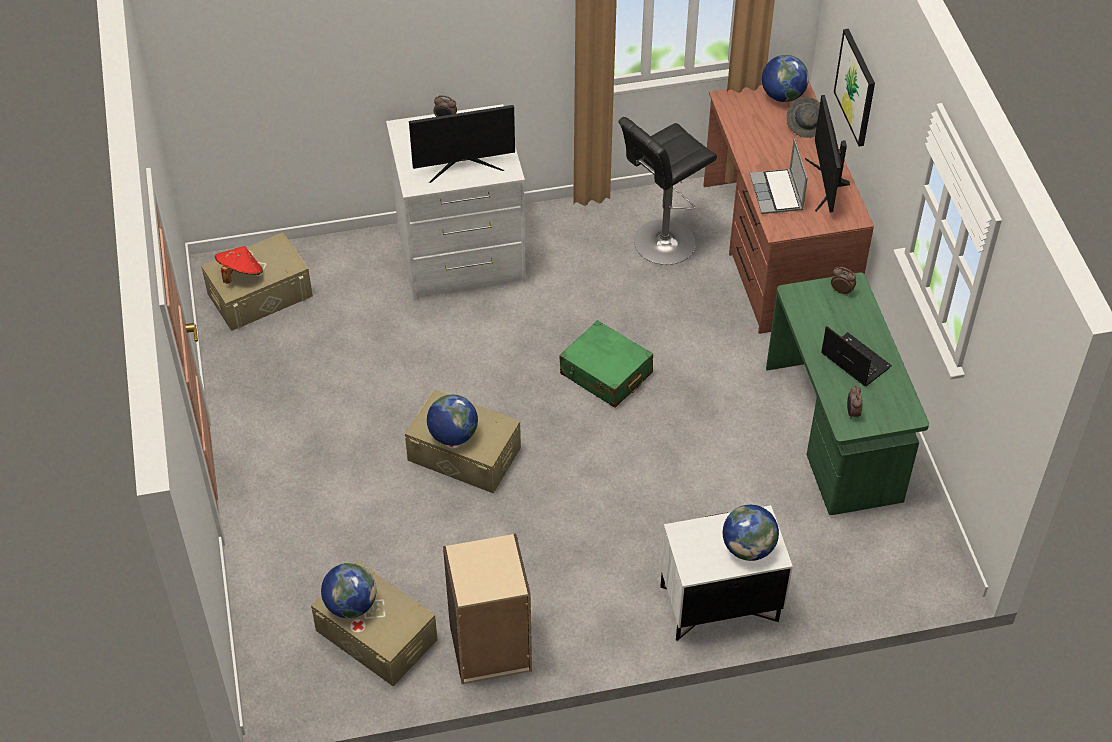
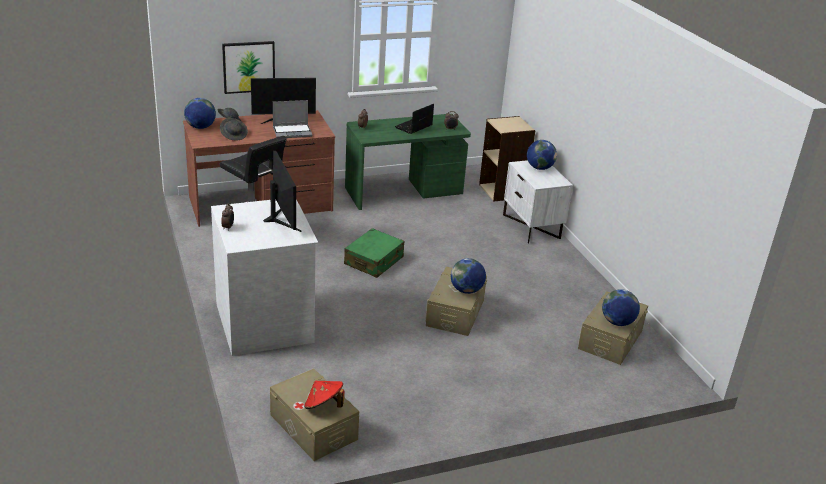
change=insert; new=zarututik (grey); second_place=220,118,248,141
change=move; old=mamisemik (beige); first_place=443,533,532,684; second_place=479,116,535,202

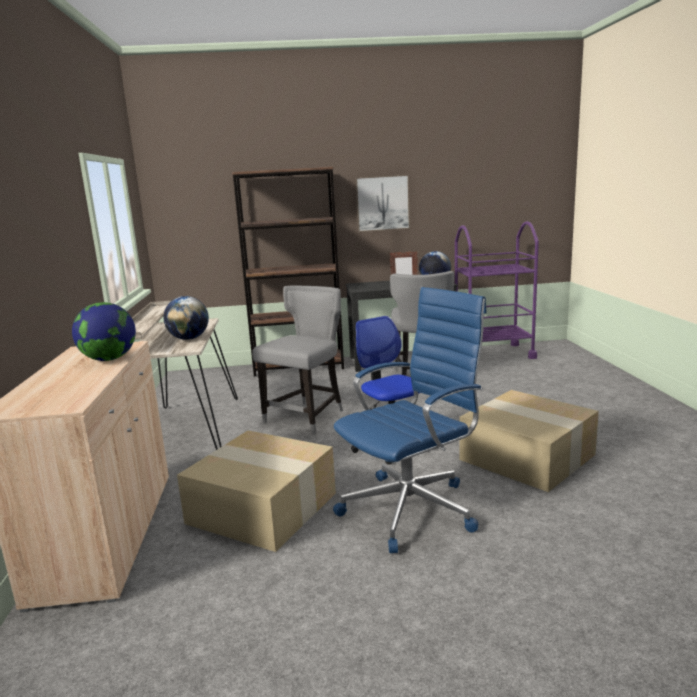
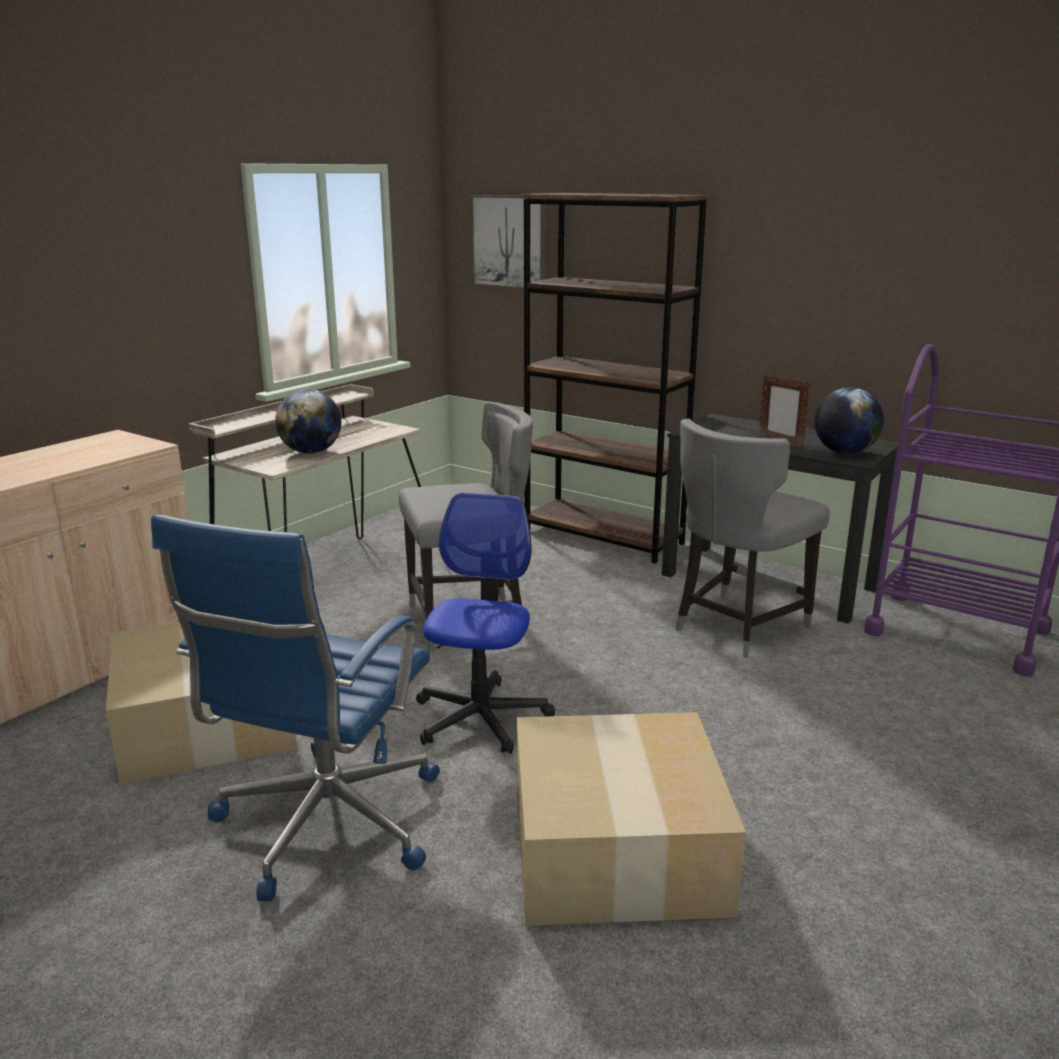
change=delete; old=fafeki; first_place=72,302,136,361
change=move; old=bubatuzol; first_place=355,175,410,232; second_place=470,195,546,289
change=rotate; old=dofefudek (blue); first_place=333,287,487,553; second_place=151,514,440,901; degrees=105

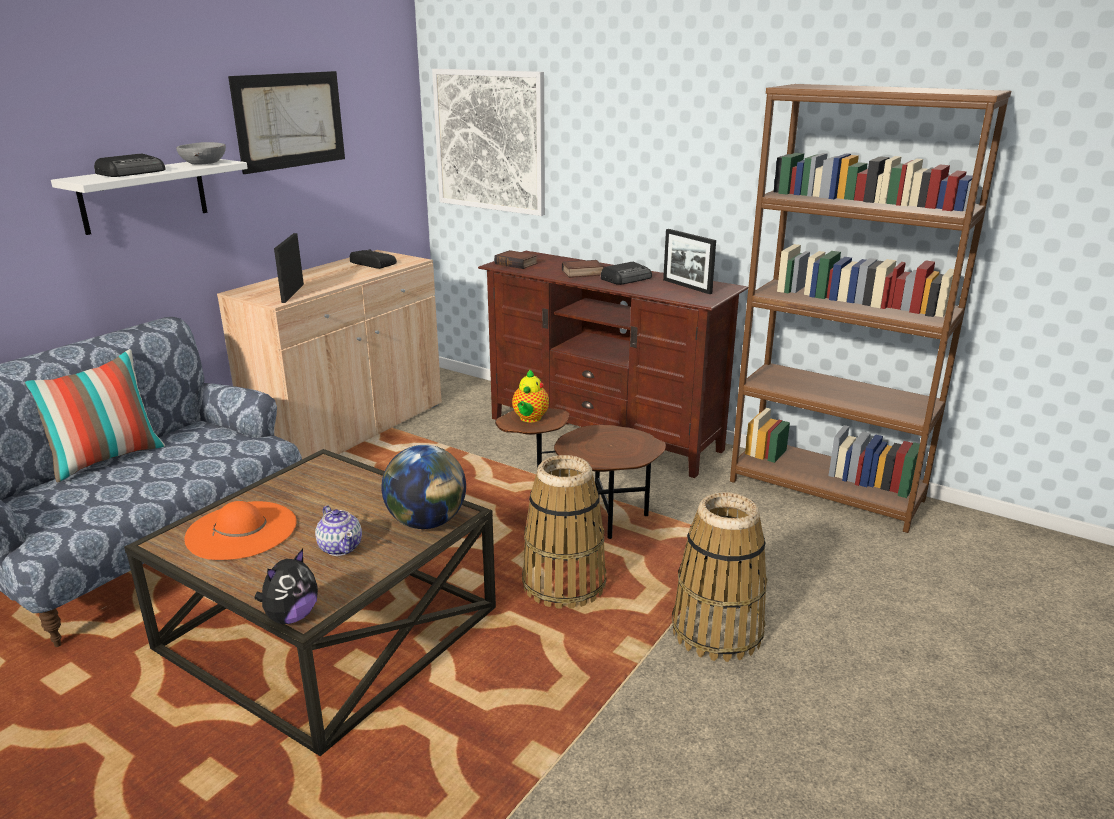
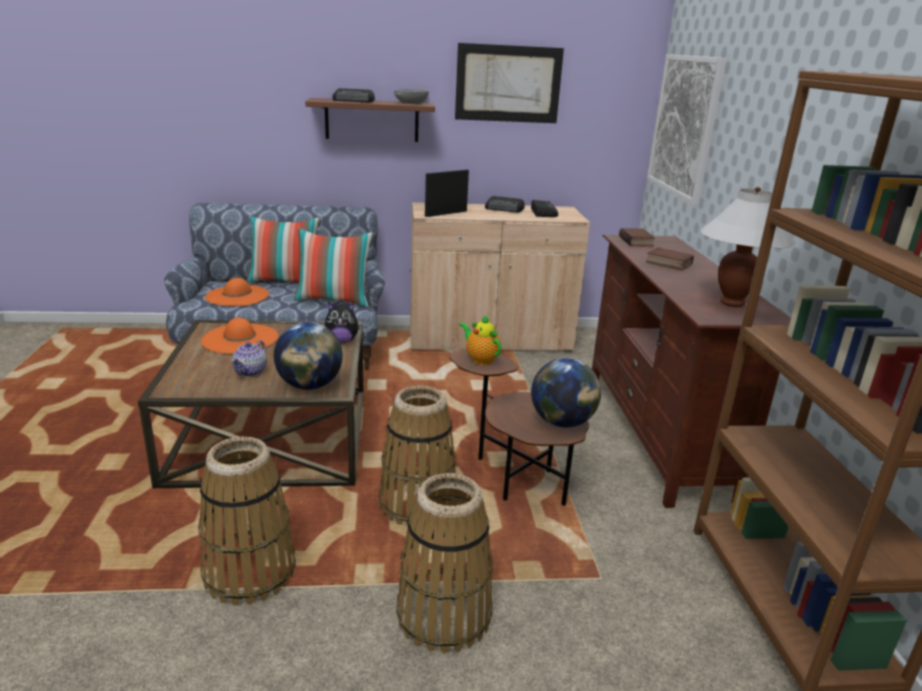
change=insert; new=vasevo; second_place=198,437,296,606
change=insert; new=zarututik (orange); second_place=205,278,270,306
change=insert; new=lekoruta; second_place=294,228,373,307
change=insert; new=fafeki; second_place=531,358,601,428
change=move; old=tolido; first_place=254,549,318,624; second_place=325,303,362,343
change=move; old=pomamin; first_place=601,262,652,285; second_place=485,196,525,212
change=replace; old=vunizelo; new=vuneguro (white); first_place=663,229,716,294; second_place=701,187,796,307
change=recolor; old=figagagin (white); new=figagagin (brown); first_place=51,159,248,235; second_place=305,98,435,142
change=rotate; old=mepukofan; first_place=512,369,549,422; second_place=459,315,501,365; degrees=75

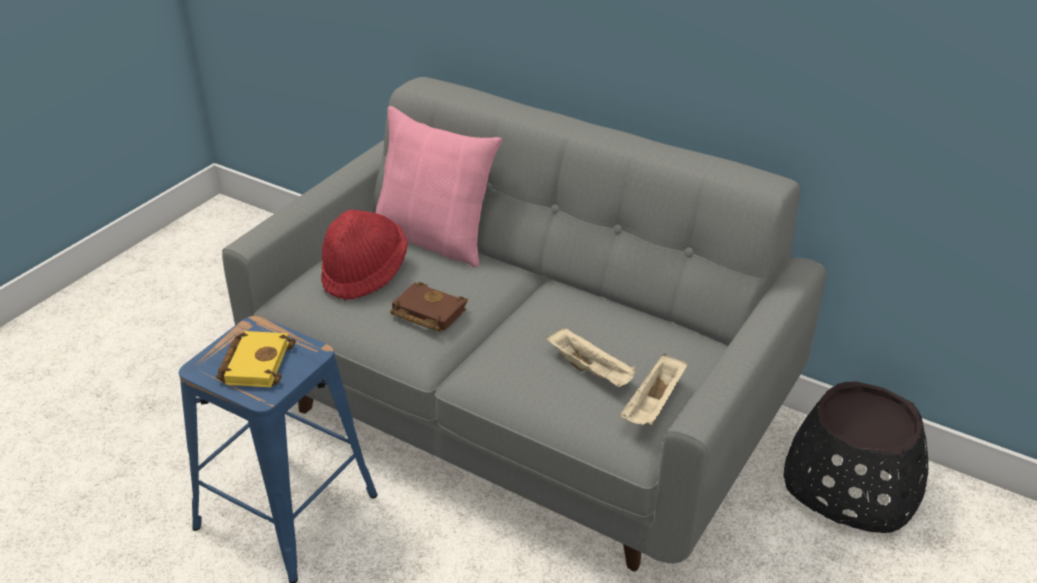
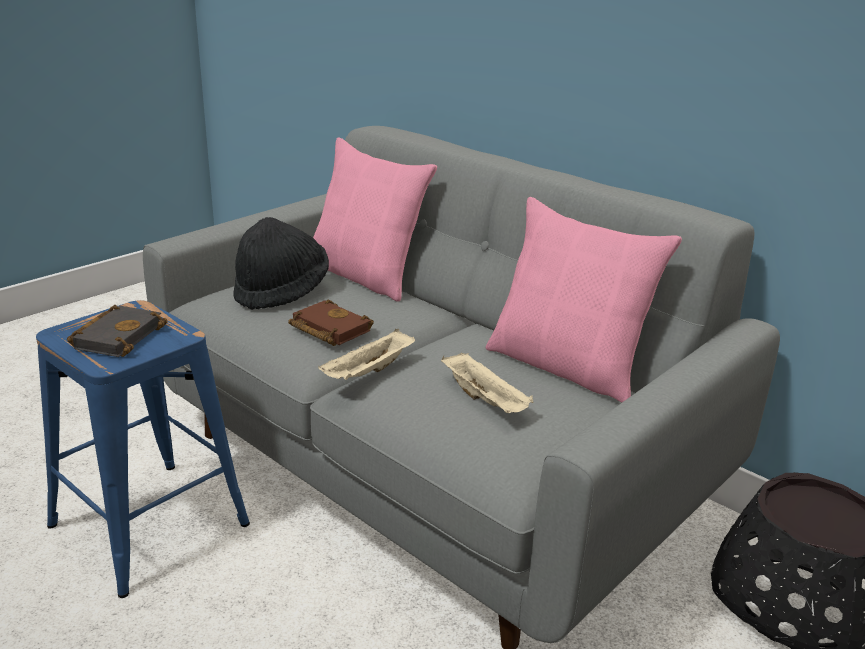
change=insert; new=lekoruta (pink); second_place=486,197,682,403
change=move; old=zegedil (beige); first_place=620,353,687,425; second_place=318,329,415,380
change=recolor; old=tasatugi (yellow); new=tasatugi (black); first_place=216,331,296,387; second_place=67,305,168,357
change=recolor; old=zarututik (red); new=zarututik (black); first_place=321,209,408,300; second_place=233,217,329,310

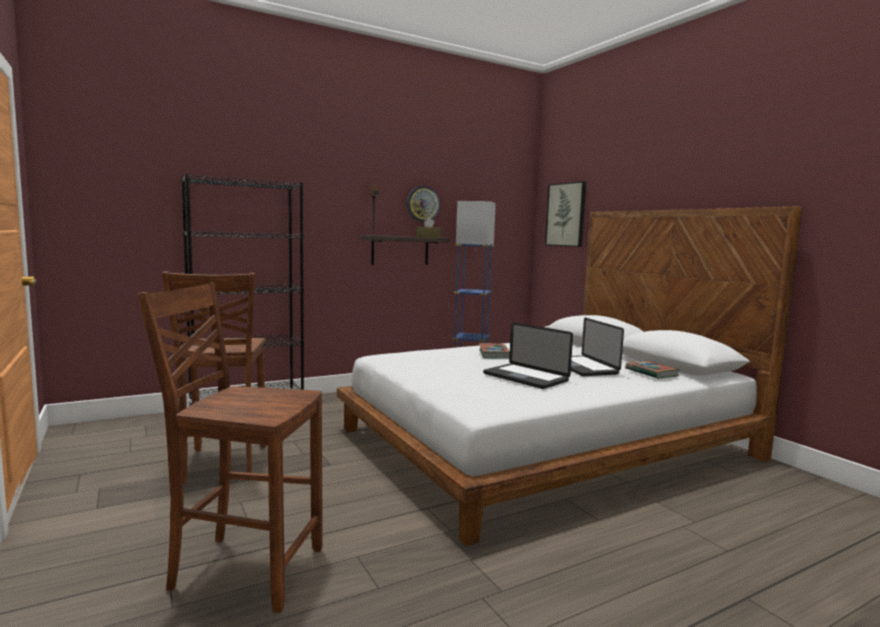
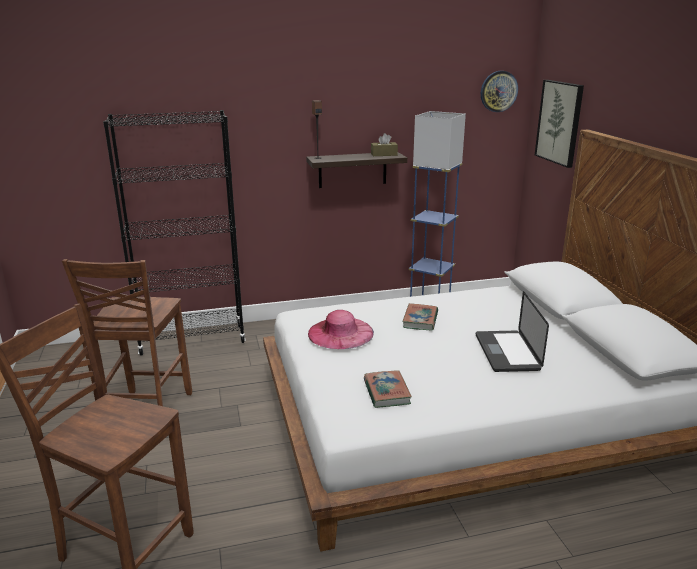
change=delete; old=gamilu; first_place=483,322,573,389
change=insert; new=zarututik (pink); second_place=308,310,374,349
change=move; old=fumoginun; first_place=407,186,440,222; second_place=481,71,518,112
change=move; old=tasatugi; first_place=625,360,680,379; second_place=364,370,412,408

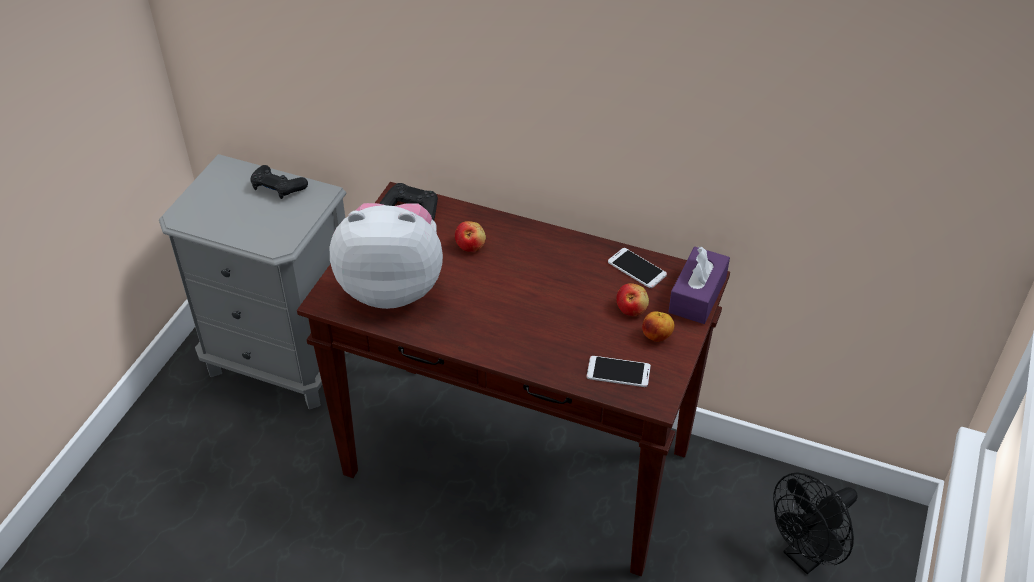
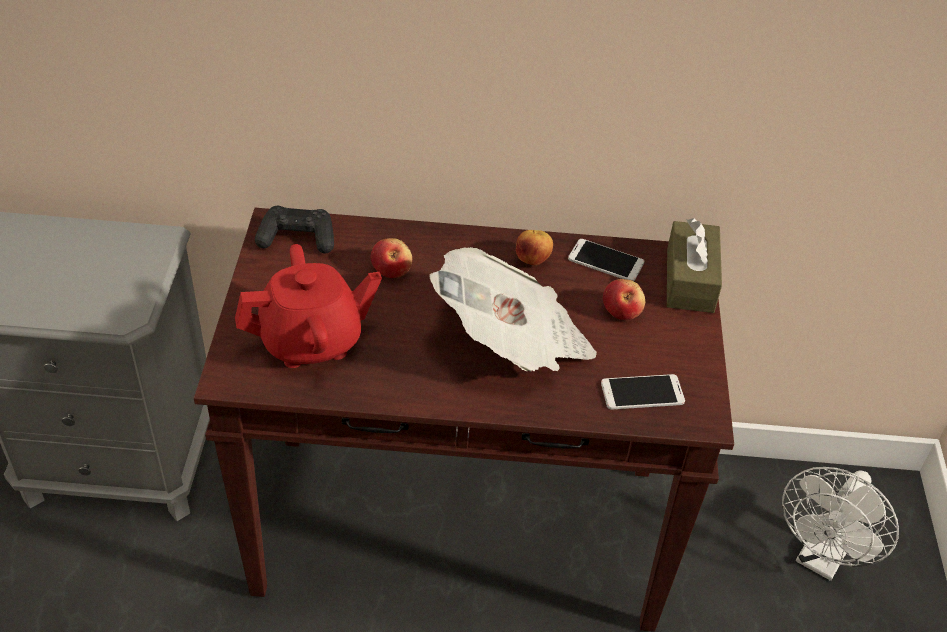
change=delete; old=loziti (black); first_place=251,165,308,199
change=insert; new=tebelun; second_place=429,247,597,372
change=move; old=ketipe; first_place=642,311,674,342; second_place=516,230,553,266
change=replace; old=tolido; new=mepukofan (red); first_place=330,203,443,309; second_place=235,244,382,368
change=recolor; old=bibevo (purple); new=bibevo (brown); first_place=669,246,730,324; second_place=667,218,722,313
change=recolor; old=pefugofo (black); new=pefugofo (white); first_place=773,472,858,574; second_place=782,467,899,581

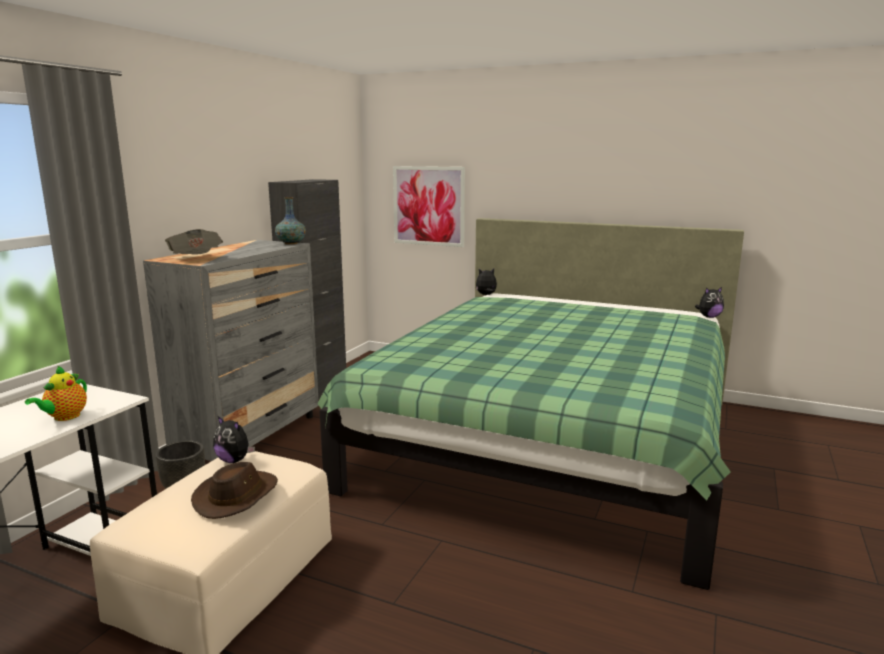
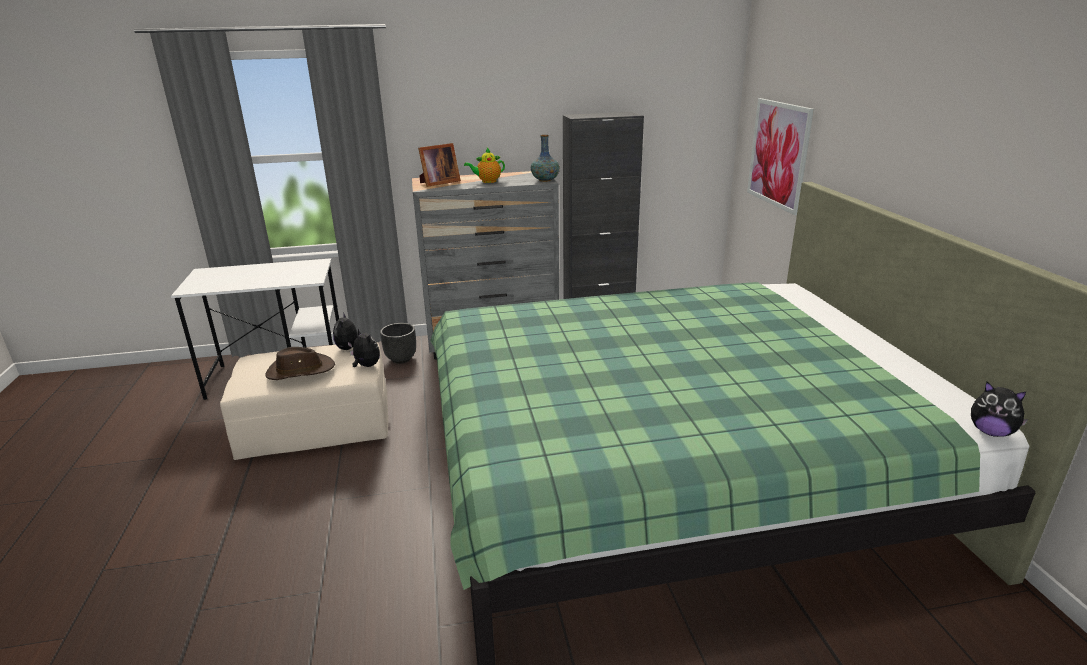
change=move; old=mepukofan; first_place=25,366,87,421; second_place=464,148,505,183
change=move; old=tolido; first_place=476,269,497,295; second_place=350,328,380,367
change=replace; old=tebelun; new=vunizelo; first_place=165,229,223,255; second_place=418,143,461,187

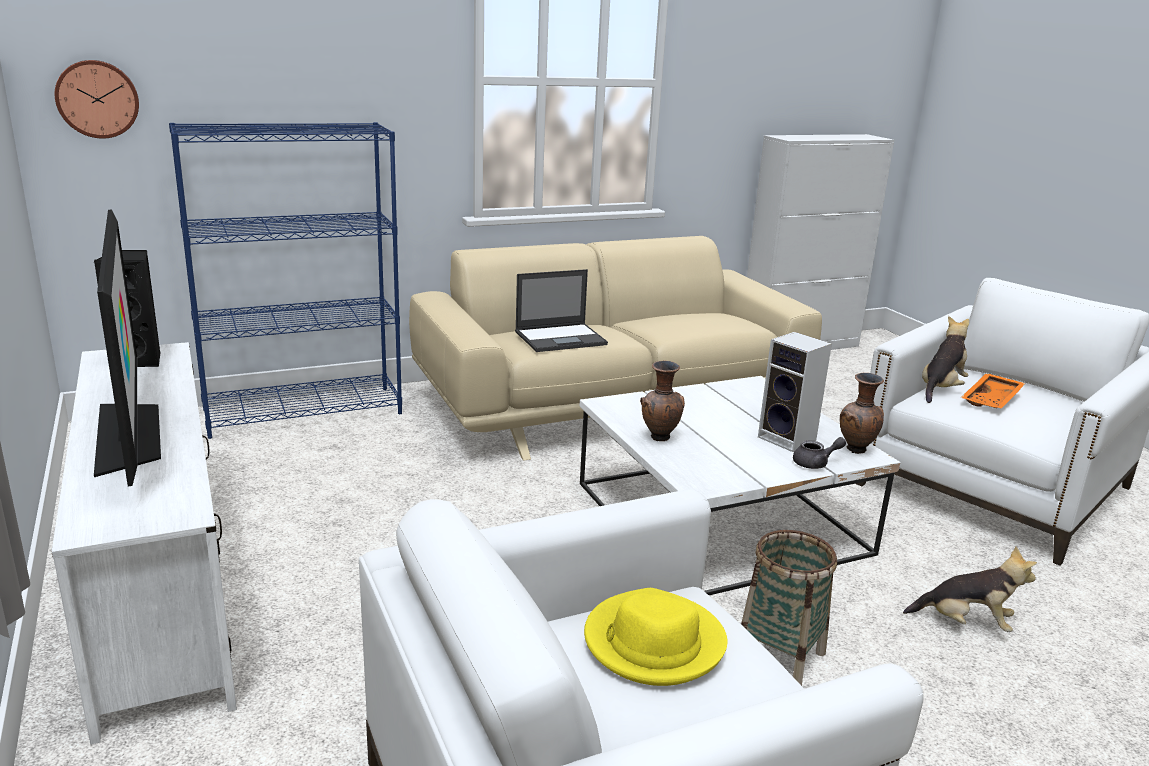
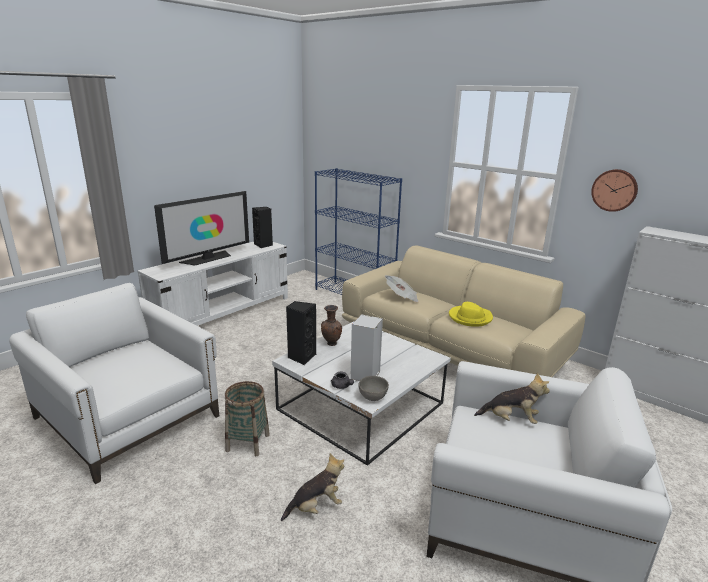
change=delete; old=zegedil (orange); first_place=961,373,1026,409
change=insert; new=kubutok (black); second_place=286,301,316,365
change=move; old=fumoginun; first_place=55,60,139,139; second_place=591,169,638,212
change=move; old=zarututik (yellow); first_place=584,588,727,686; second_place=449,302,493,327
change=replace; old=gamilu; new=tebelun; first_place=515,269,608,352; second_place=385,275,418,302
change=replace; old=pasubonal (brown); new=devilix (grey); first_place=840,373,884,454; second_place=358,376,389,401
change=rotate; old=tolido; first_place=903,546,1037,632; second_place=281,453,344,521; degrees=-105

